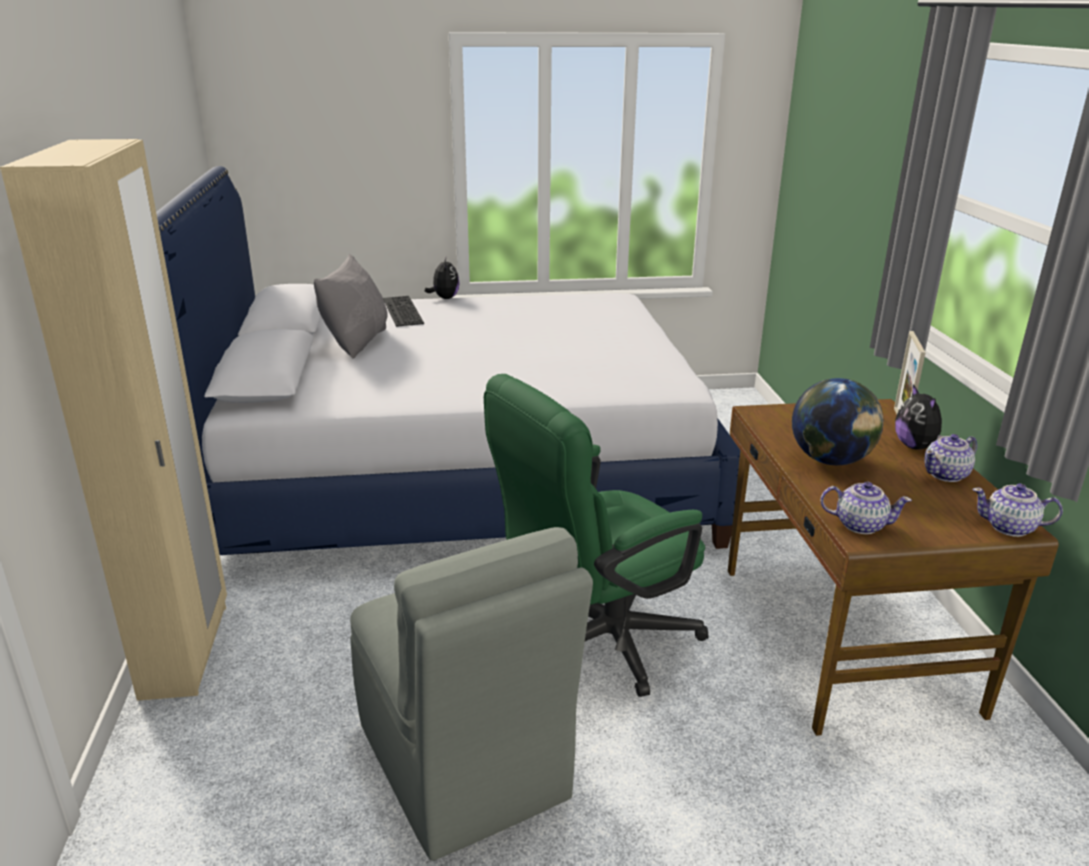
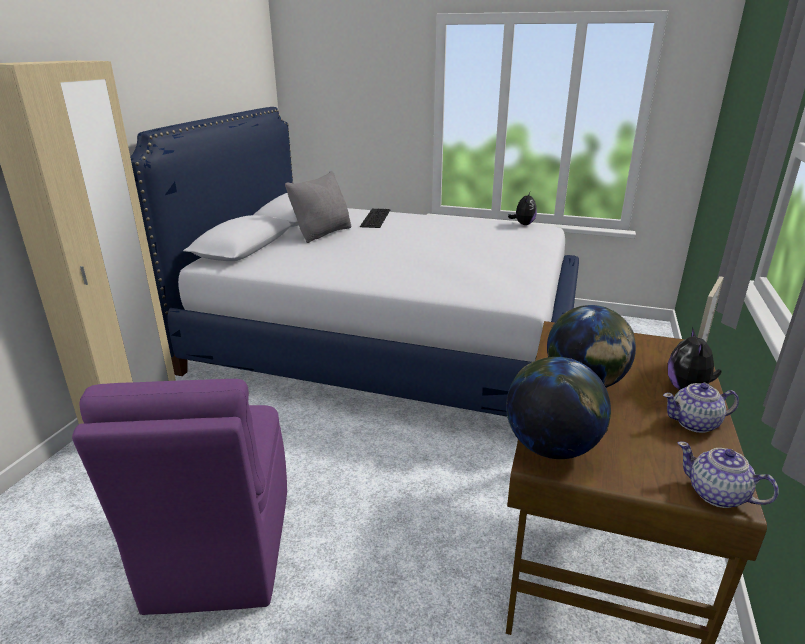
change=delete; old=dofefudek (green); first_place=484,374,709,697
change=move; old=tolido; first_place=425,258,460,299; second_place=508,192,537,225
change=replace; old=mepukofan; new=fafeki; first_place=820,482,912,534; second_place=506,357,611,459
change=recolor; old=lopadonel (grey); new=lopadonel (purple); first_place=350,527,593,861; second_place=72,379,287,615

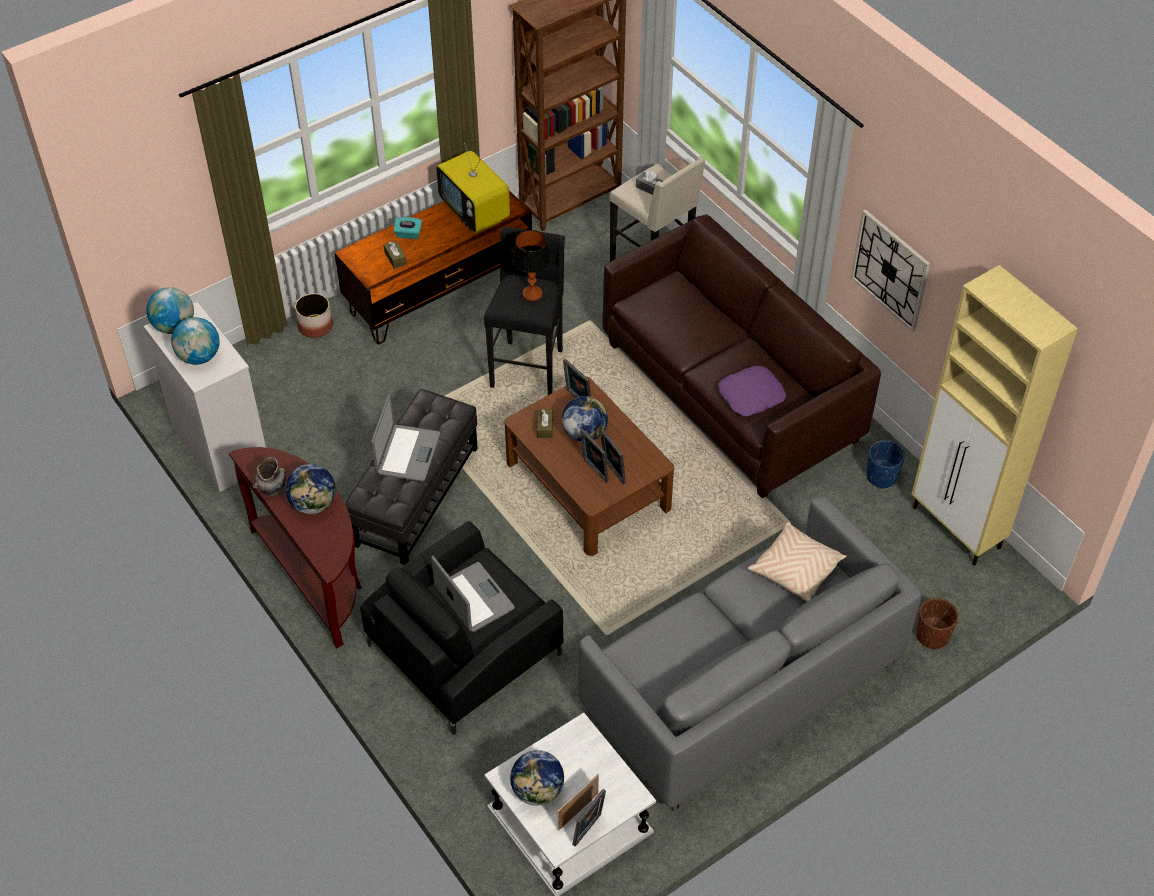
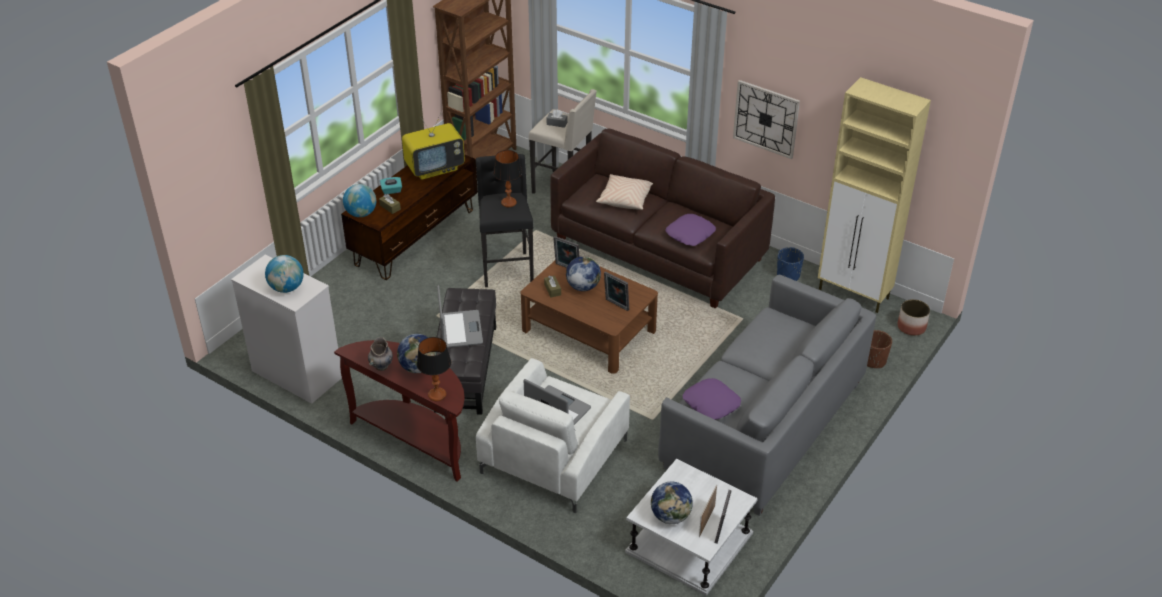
change=delete; old=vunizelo; first_place=580,429,609,483
change=insert; new=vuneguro; second_place=417,337,451,401
change=insert; new=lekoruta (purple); second_place=683,378,741,420
change=move; old=fafeki; first_place=146,287,194,334; second_place=343,184,376,217
change=move; old=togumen; first_place=295,293,333,338; second_place=897,299,930,336
change=move; old=lekoruta (beige); first_place=748,522,846,602; second_place=596,174,653,210
change=recolor; old=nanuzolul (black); new=nanuzolul (white); first_place=360,521,563,735; second_place=476,358,630,513
change=rotate; old=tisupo; first_place=436,143,510,234; second_place=402,116,465,180; degrees=-60

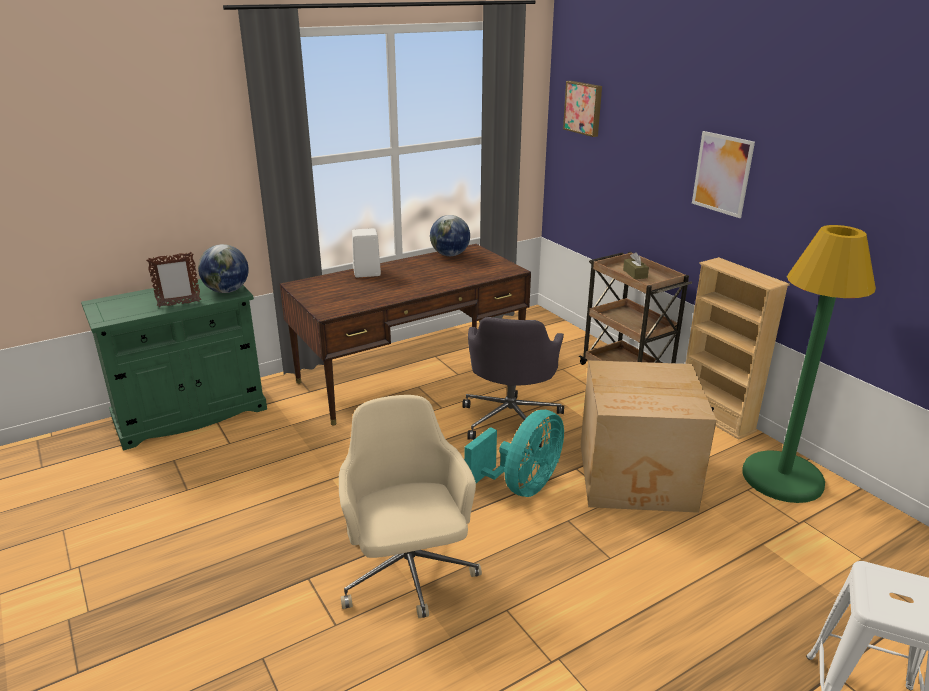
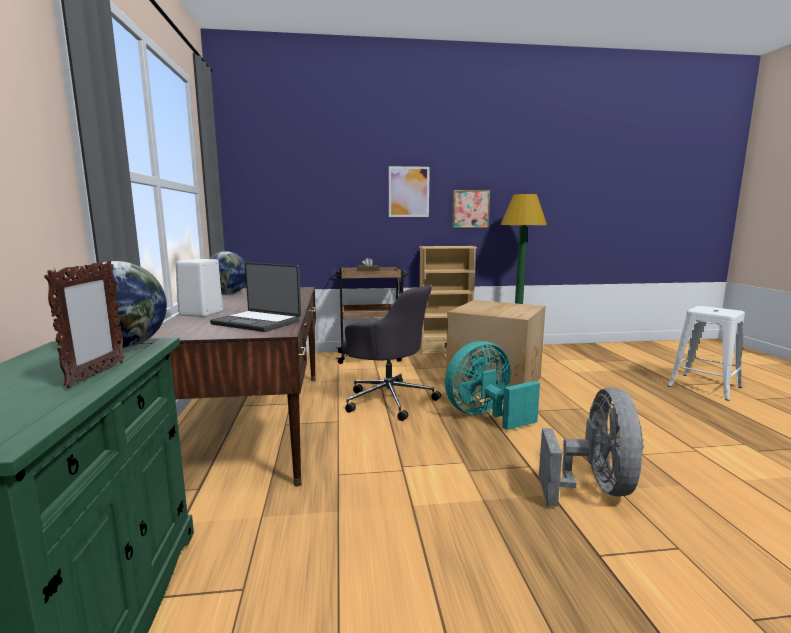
change=insert; new=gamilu; second_place=210,262,301,332
change=move; old=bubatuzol; first_place=563,81,602,137; second_place=452,190,490,228
change=replace; old=dofefudek (beige); new=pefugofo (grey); first_place=339,395,482,618; second_place=539,387,644,507
change=rotate; old=pefugofo (turquoise); first_place=464,410,564,497; second_place=445,341,540,430; degrees=-90

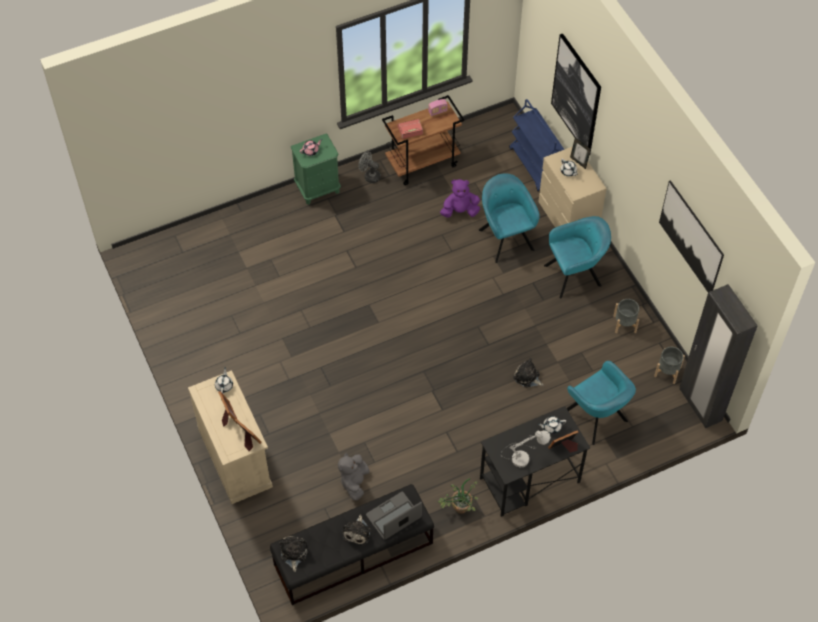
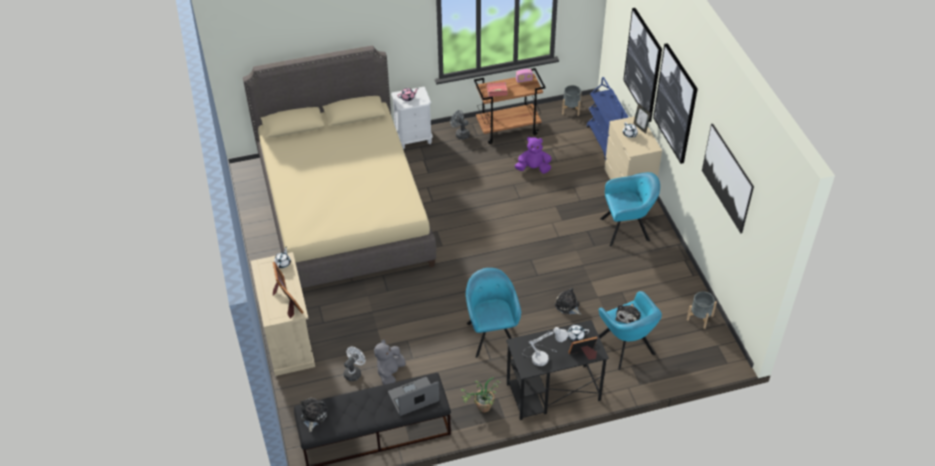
change=delete; old=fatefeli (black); first_place=679,284,758,428
change=insert; new=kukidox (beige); second_place=243,45,436,288
change=insert; new=pefugofo (white); second_place=344,347,366,381
change=insert; new=bubatuzol; second_place=653,43,698,164
change=move; old=tolido; first_place=343,514,370,546; second_place=615,304,641,324
change=move; old=nanuzolul (turquoise); first_place=479,173,540,263; second_place=466,268,521,358
change=move; old=togumen (grey); first_place=613,299,639,333; second_place=562,85,582,116
change=recolor; old=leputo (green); new=leputo (white); first_place=290,134,341,205; second_place=391,87,433,149

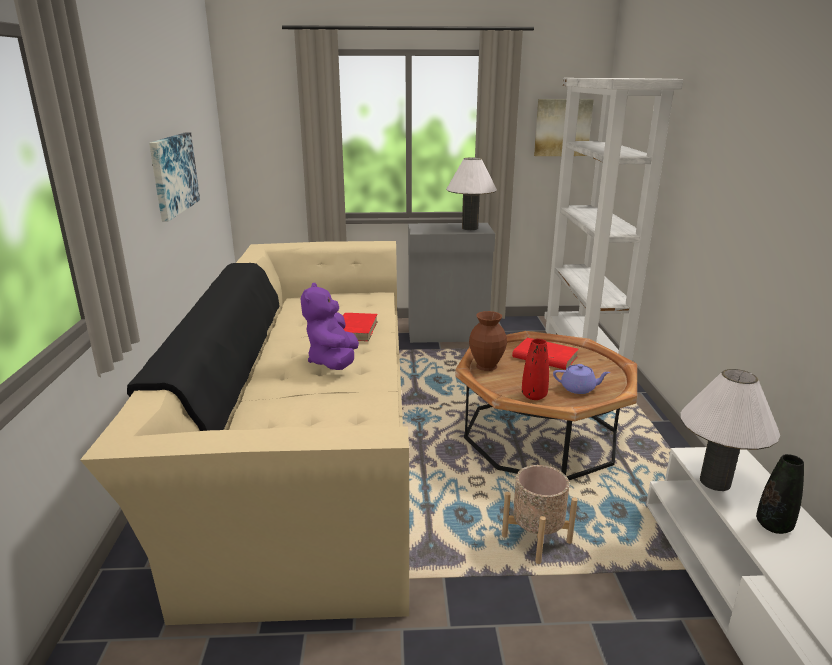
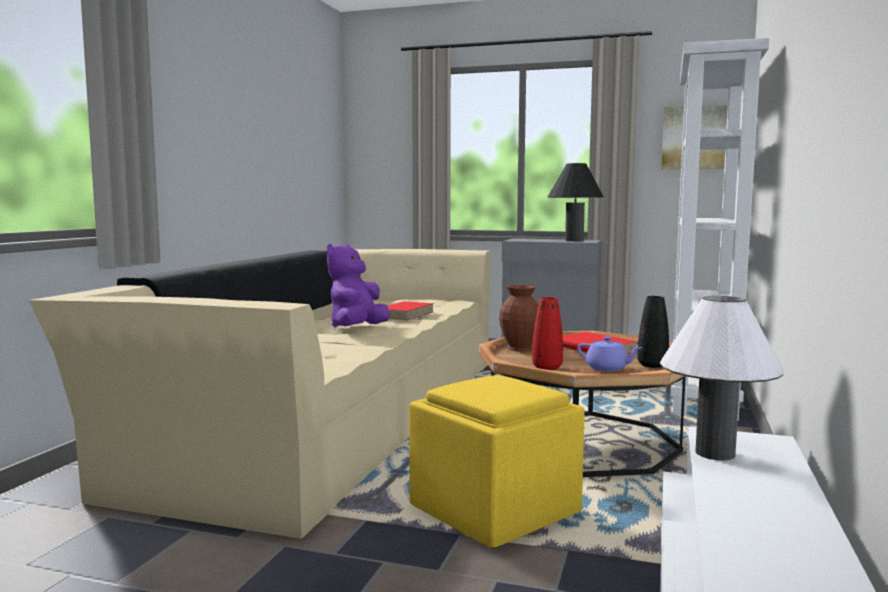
change=delete; old=bubatuzol; first_place=149,132,200,221
change=move; old=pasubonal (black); first_place=756,454,804,534; second_place=637,296,669,368
change=replace; old=togumen (beige); new=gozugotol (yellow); first_place=502,465,578,564; second_place=409,375,585,548
change=recolor; old=vuneguro (white); new=vuneguro (black); first_place=446,157,497,230; second_place=548,163,604,241

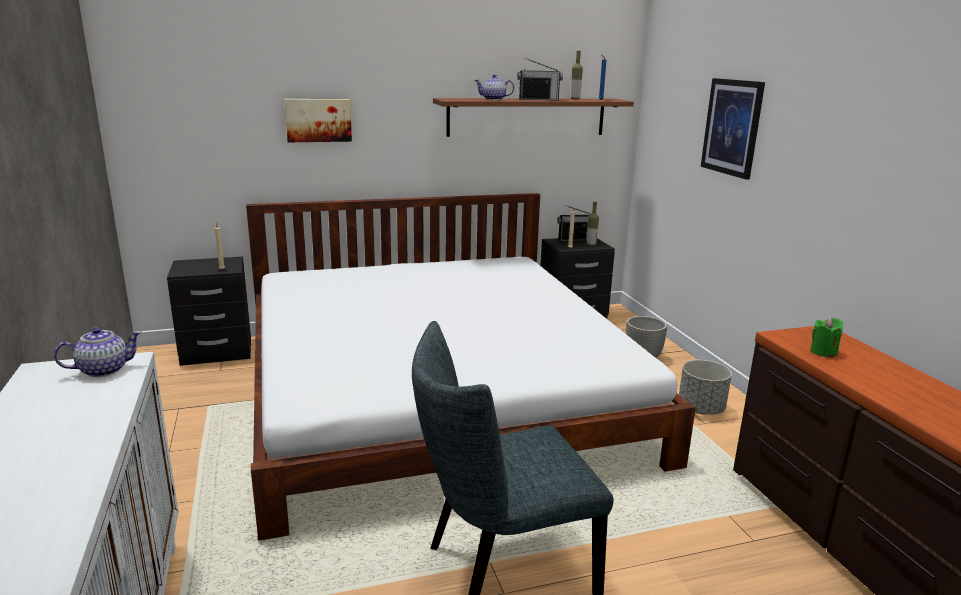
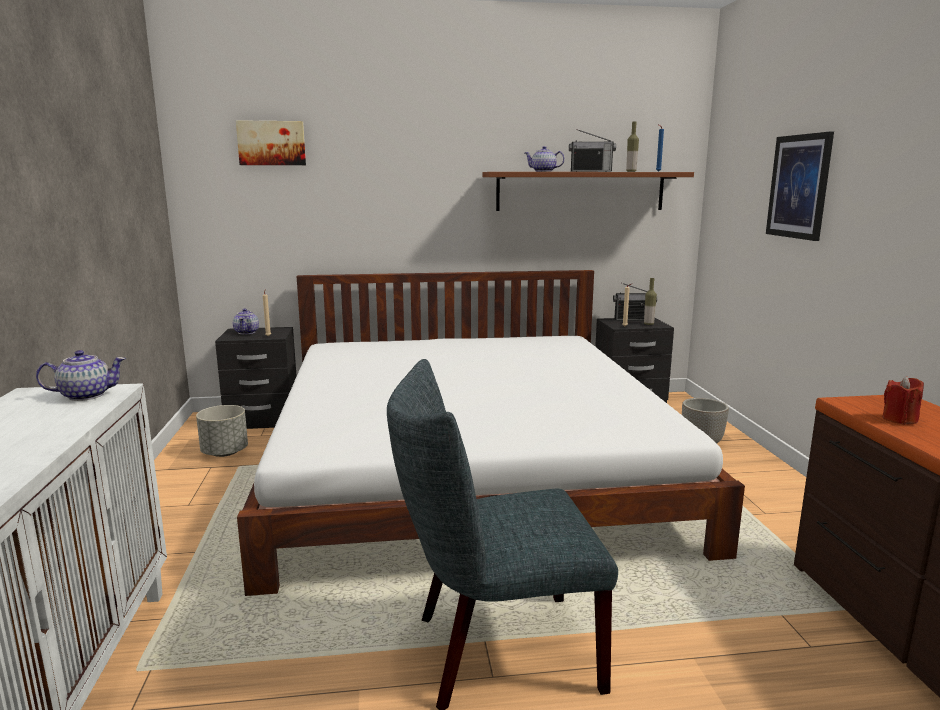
change=insert; new=mepukofan; second_place=233,309,259,334
change=move; old=bubatuzol; first_place=284,99,352,142; second_place=236,120,306,165
change=move; old=togumen (grey); first_place=679,360,732,415; second_place=196,405,248,457
change=recolor; old=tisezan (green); new=tisezan (red); first_place=810,317,843,358; second_place=882,376,924,425

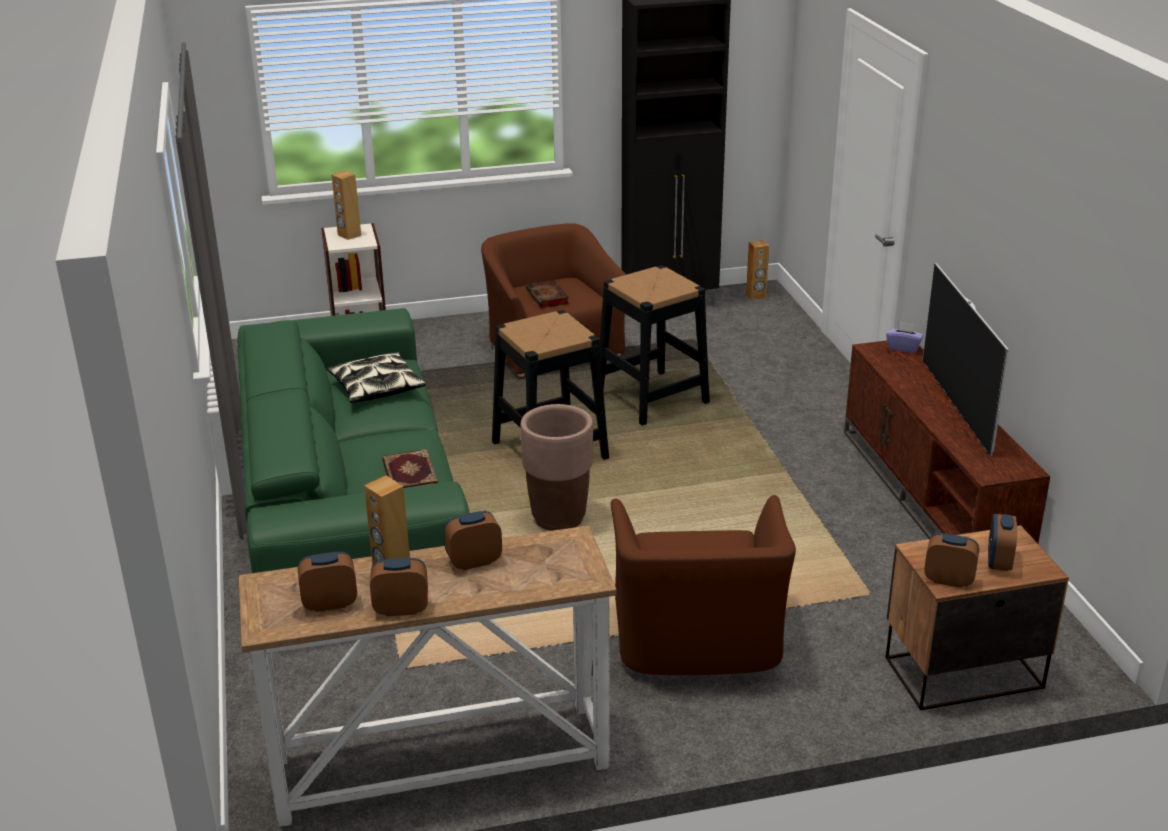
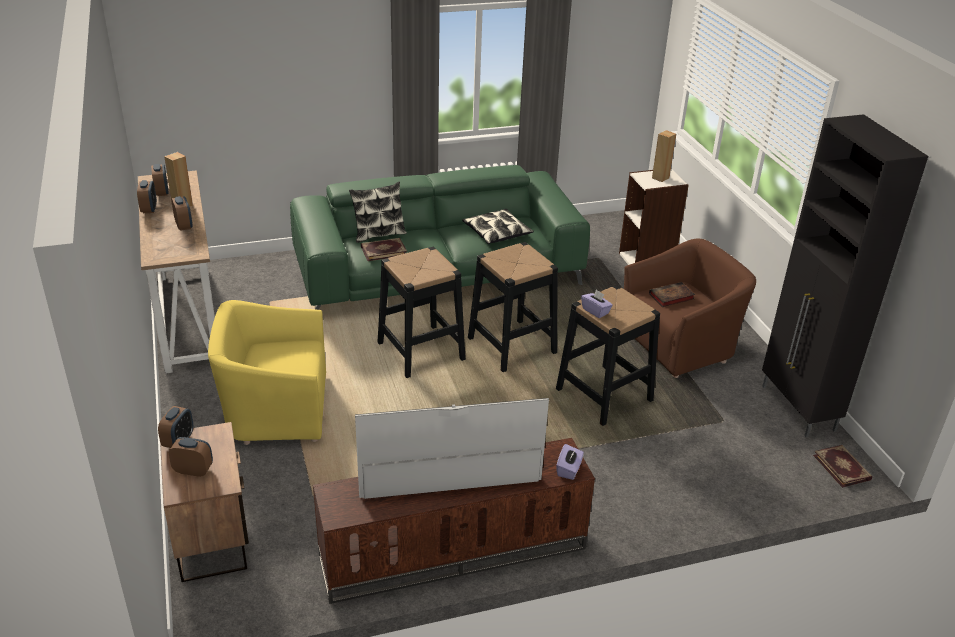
change=insert; new=lekoruta; second_place=349,181,407,243
change=insert; new=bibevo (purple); second_place=581,290,613,318
change=replace; old=togumen (brown); new=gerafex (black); first_place=520,404,593,531; second_place=377,247,466,378
change=replace; old=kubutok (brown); new=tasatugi; first_place=746,240,769,300; second_place=813,445,872,488
change=recolor; old=nanuzolul (brown); new=nanuzolul (yellow); first_place=611,495,796,675; second_place=208,300,326,445

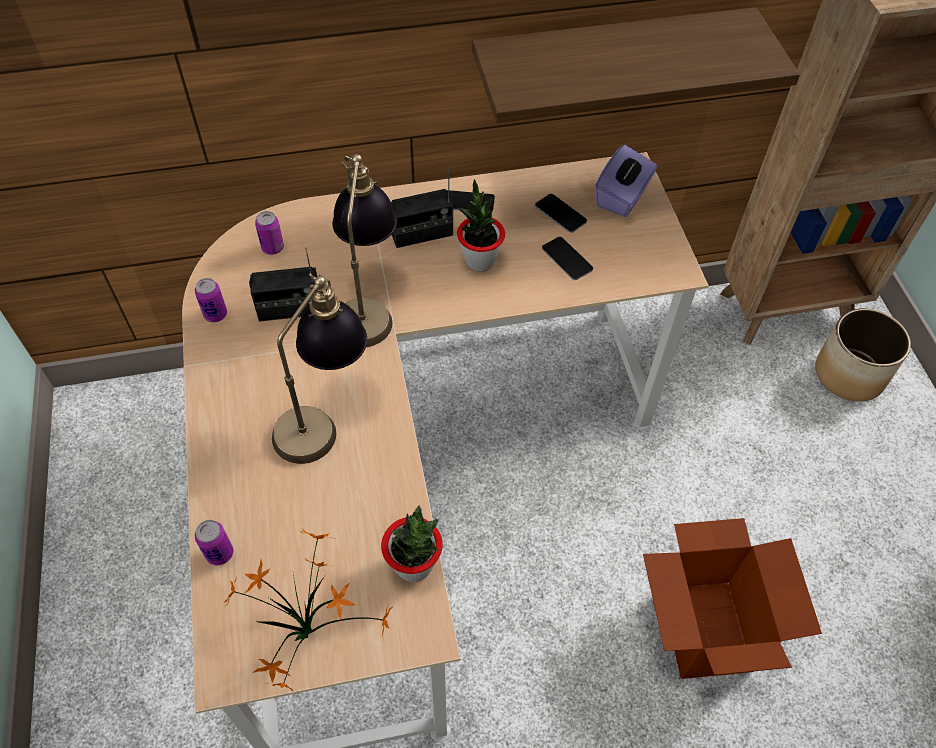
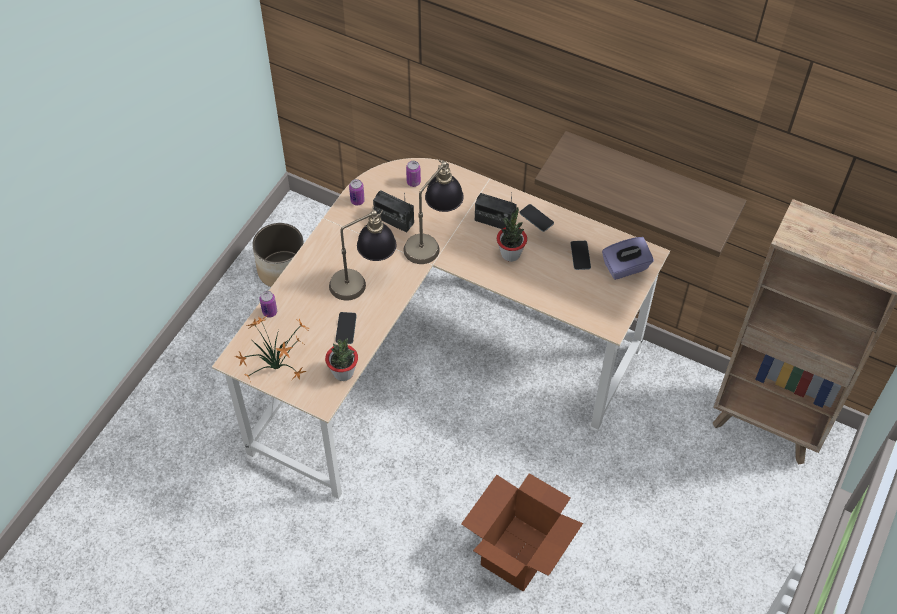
change=move; old=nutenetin; first_place=542,237,593,280; second_place=335,312,357,344
change=move; old=togumen; first_place=815,308,911,402; second_place=252,223,304,287

